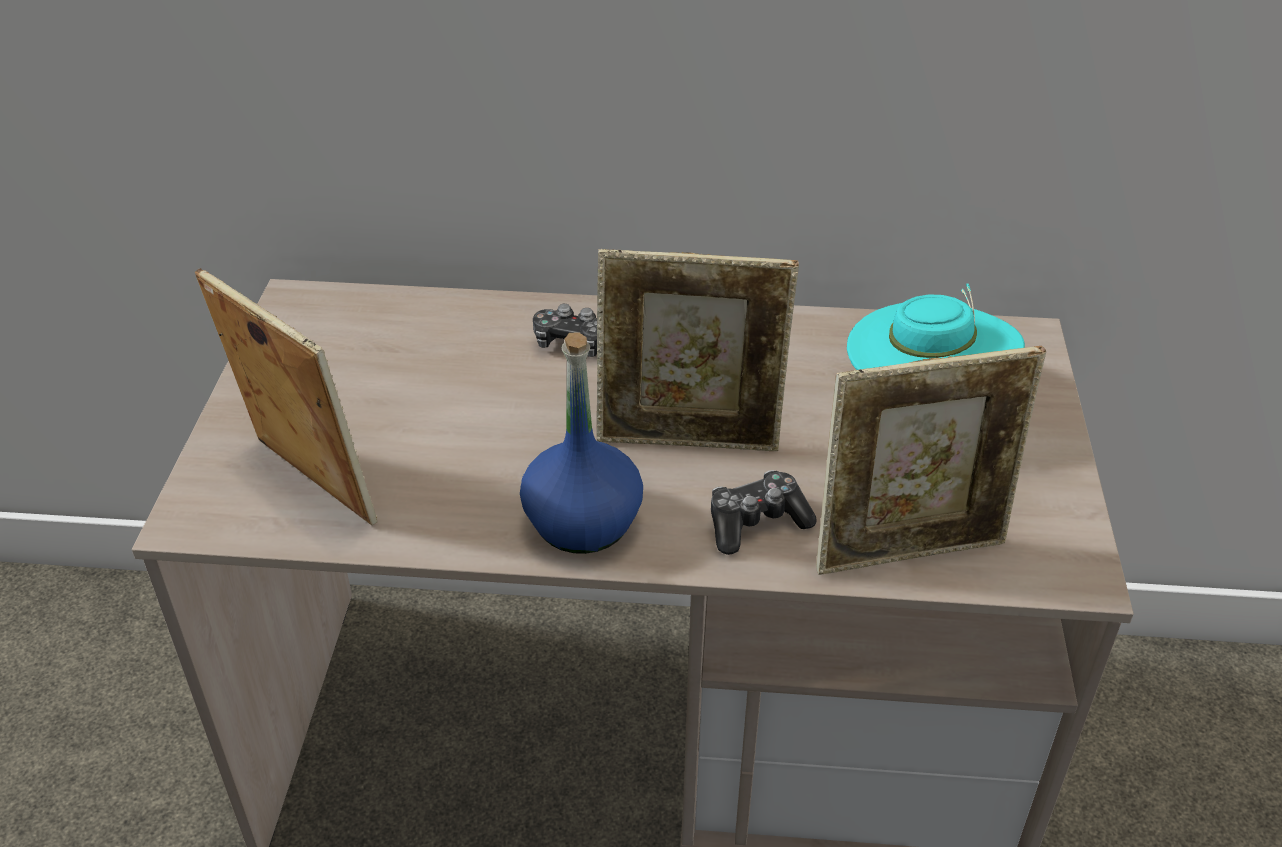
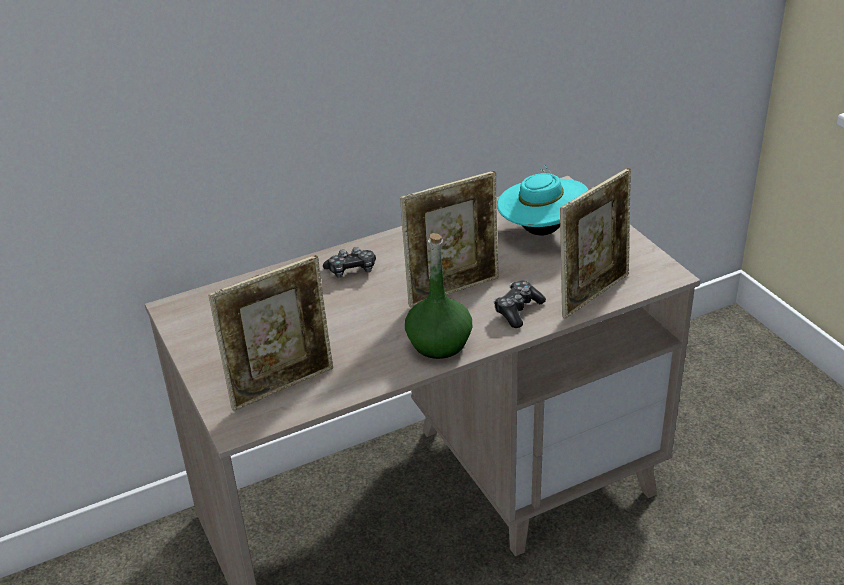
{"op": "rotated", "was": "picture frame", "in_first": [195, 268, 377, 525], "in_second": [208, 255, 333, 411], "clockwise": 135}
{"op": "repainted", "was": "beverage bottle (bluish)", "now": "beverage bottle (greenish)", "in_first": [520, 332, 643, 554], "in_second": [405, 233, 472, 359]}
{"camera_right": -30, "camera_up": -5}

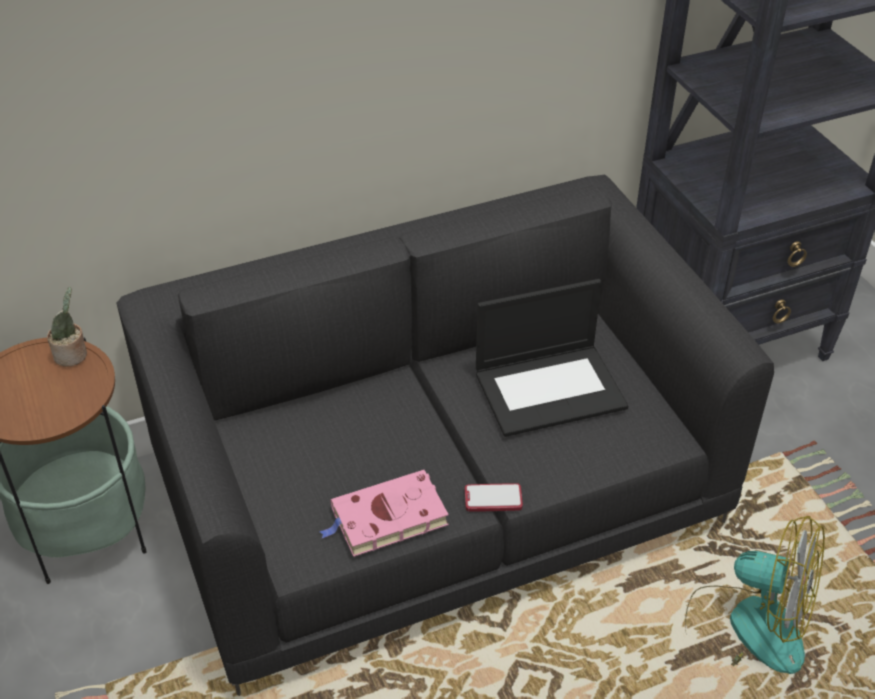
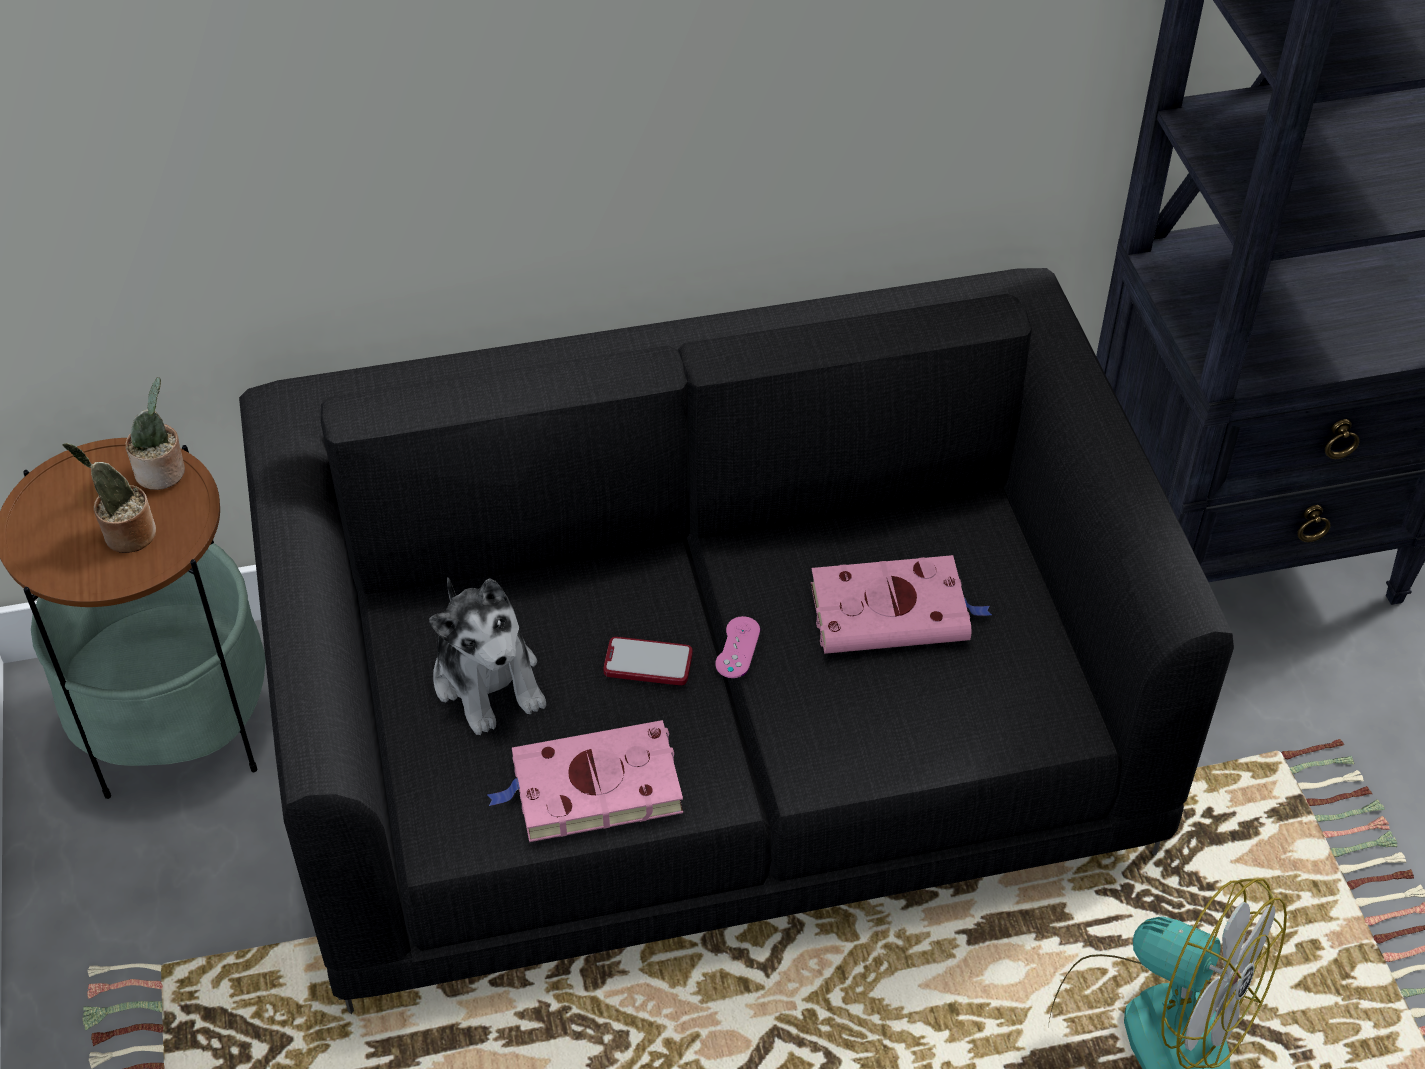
{"op": "swapped", "was": "notebook computer", "now": "book (pink-coloured)", "in_first": [476, 279, 628, 437], "in_second": [811, 555, 992, 654]}
{"op": "shifted", "was": "handset", "in_first": [465, 483, 523, 512], "in_second": [603, 637, 692, 685]}
{"op": "new", "now": "houseplant", "in_second": [62, 443, 156, 553]}
{"op": "new", "now": "soft toy", "in_second": [429, 578, 546, 735]}
{"op": "new", "now": "joypad (pink-coloured)", "in_second": [715, 616, 760, 678]}
{"camera_right": 10, "camera_up": 5}

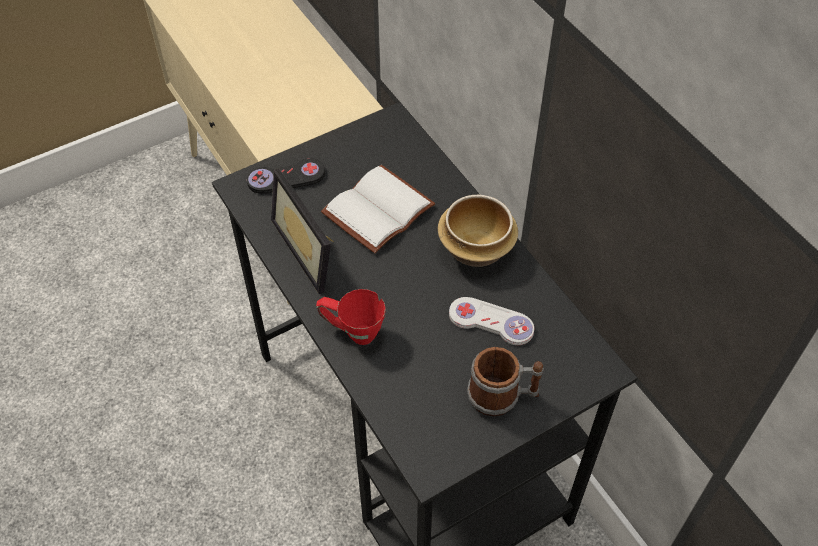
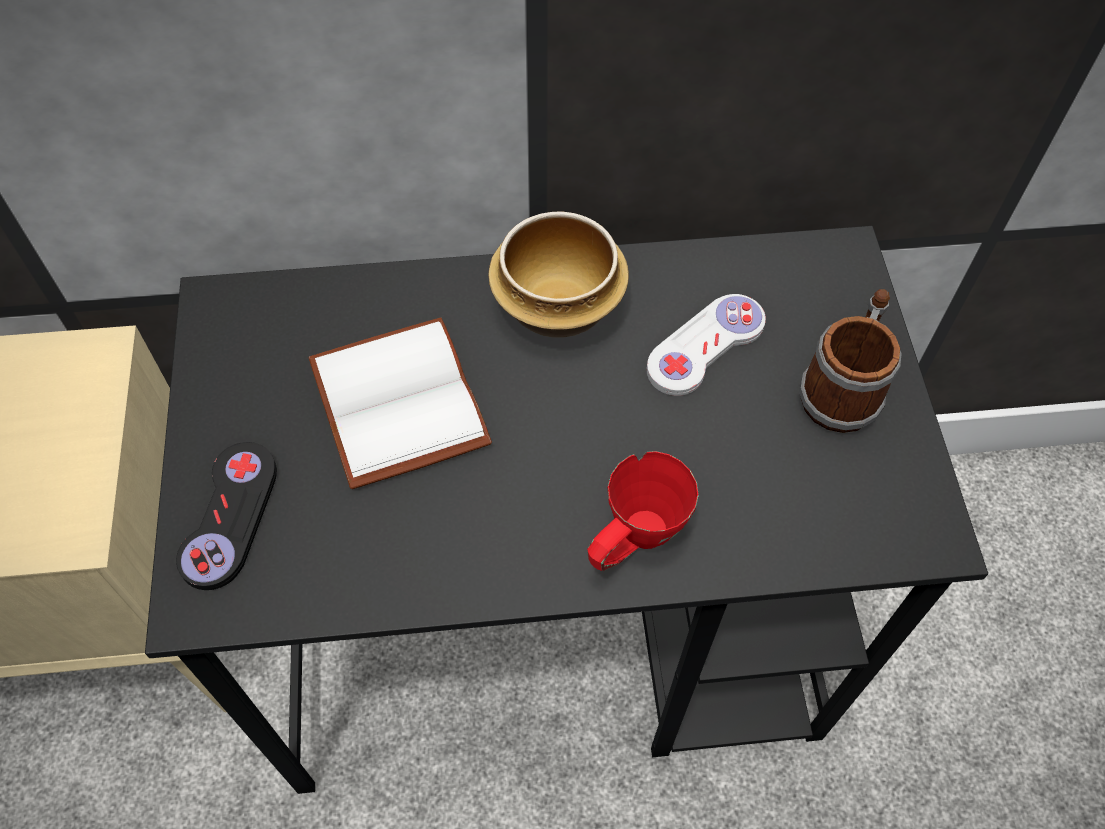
{"op": "gone", "was": "picture frame", "in_first": [271, 168, 334, 294]}
{"camera_right": -65, "camera_up": 5}

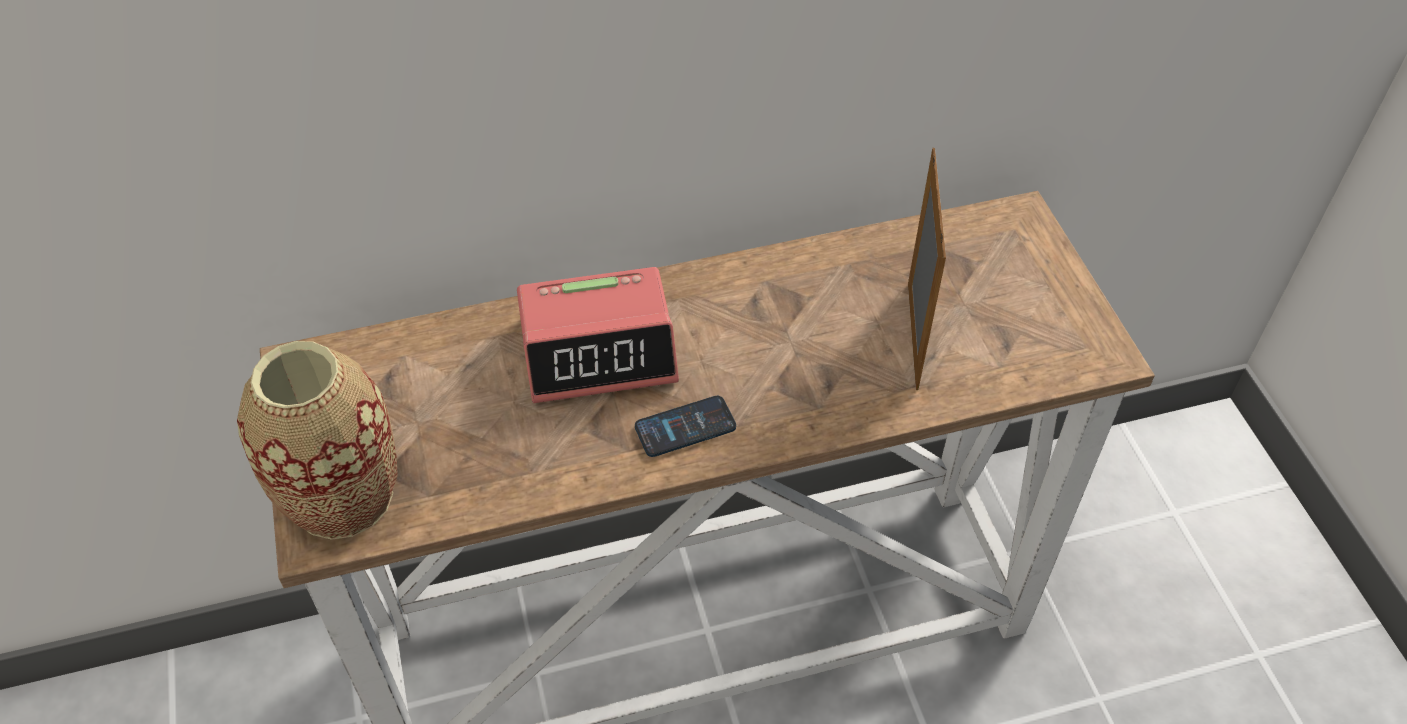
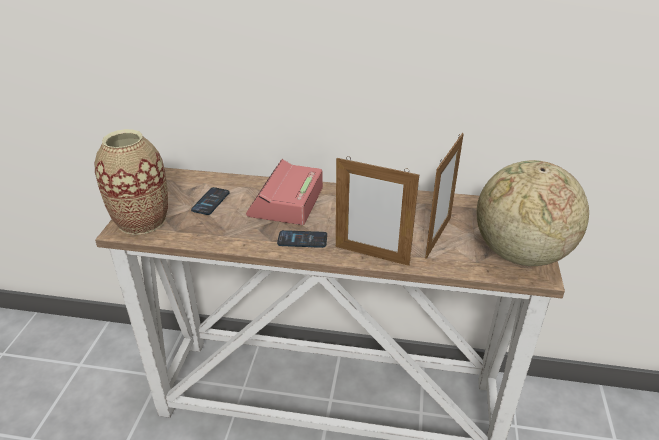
{"op": "rotated", "was": "bedside clock", "in_first": [517, 267, 679, 403], "in_second": [246, 159, 323, 225], "clockwise": 90}
{"op": "new", "now": "picture frame", "in_second": [336, 156, 419, 266]}
{"op": "new", "now": "world globe", "in_second": [477, 160, 589, 266]}
{"op": "new", "now": "handset", "in_second": [191, 187, 230, 215]}
{"camera_right": 25, "camera_up": -15}

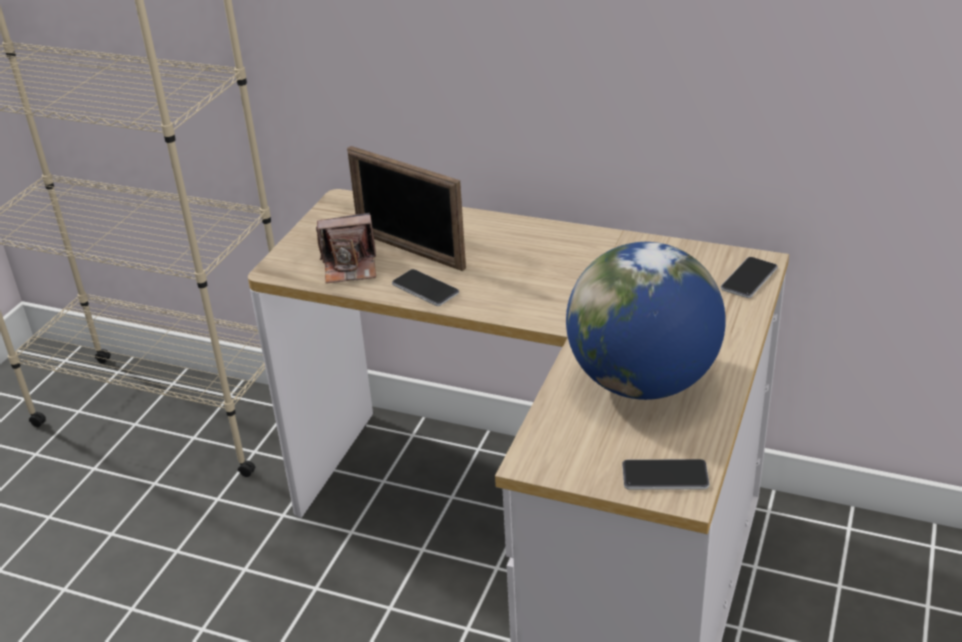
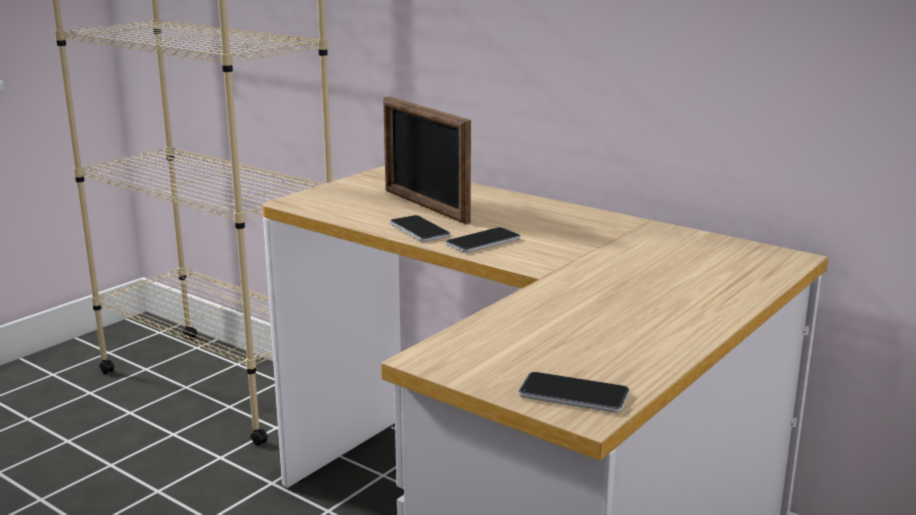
{"op": "gone", "was": "photo camera", "in_first": [316, 213, 376, 284]}
{"op": "gone", "was": "world globe", "in_first": [566, 242, 726, 400]}
{"op": "shifted", "was": "handset", "in_first": [721, 257, 778, 298], "in_second": [446, 227, 521, 253]}
{"camera_right": 15, "camera_up": -15}

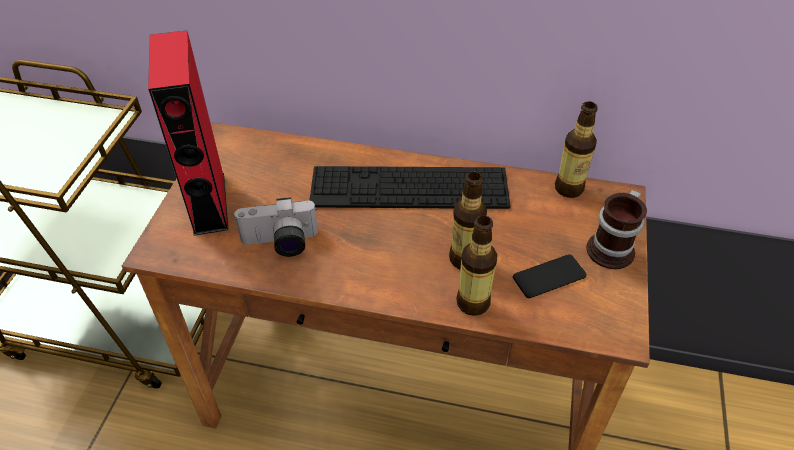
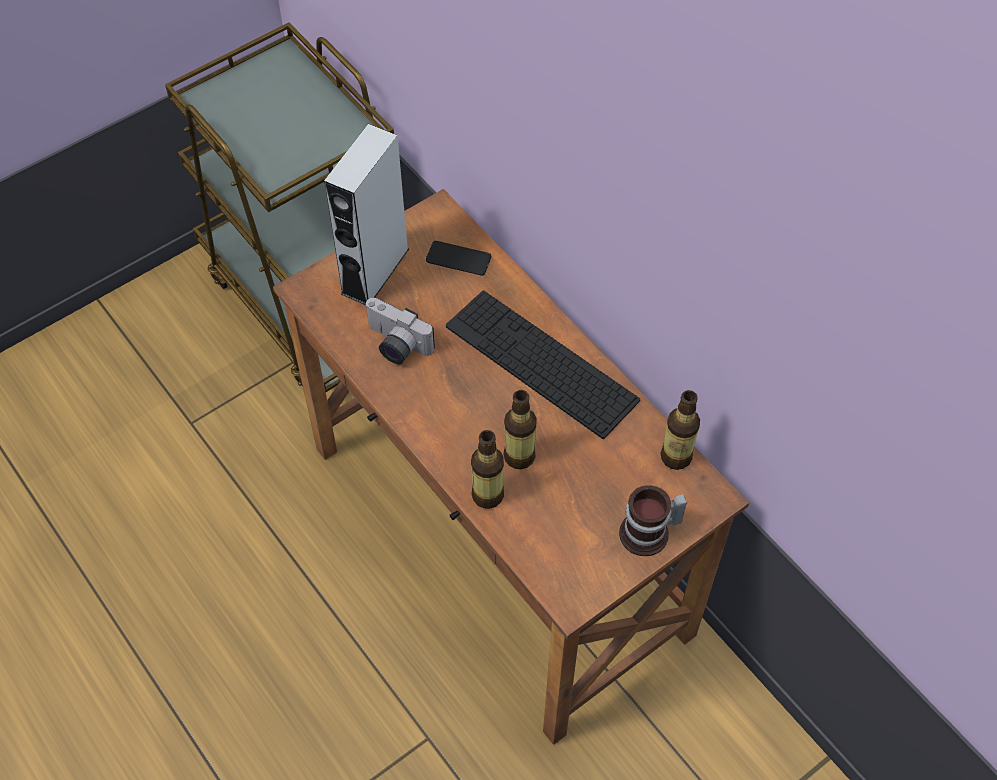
{"op": "repainted", "was": "audio speaker (red)", "now": "audio speaker (greyish)", "in_first": [148, 30, 228, 236], "in_second": [324, 124, 409, 305]}
{"op": "shifted", "was": "handset", "in_first": [513, 254, 587, 298], "in_second": [426, 241, 491, 275]}
{"camera_right": 40, "camera_up": 10}

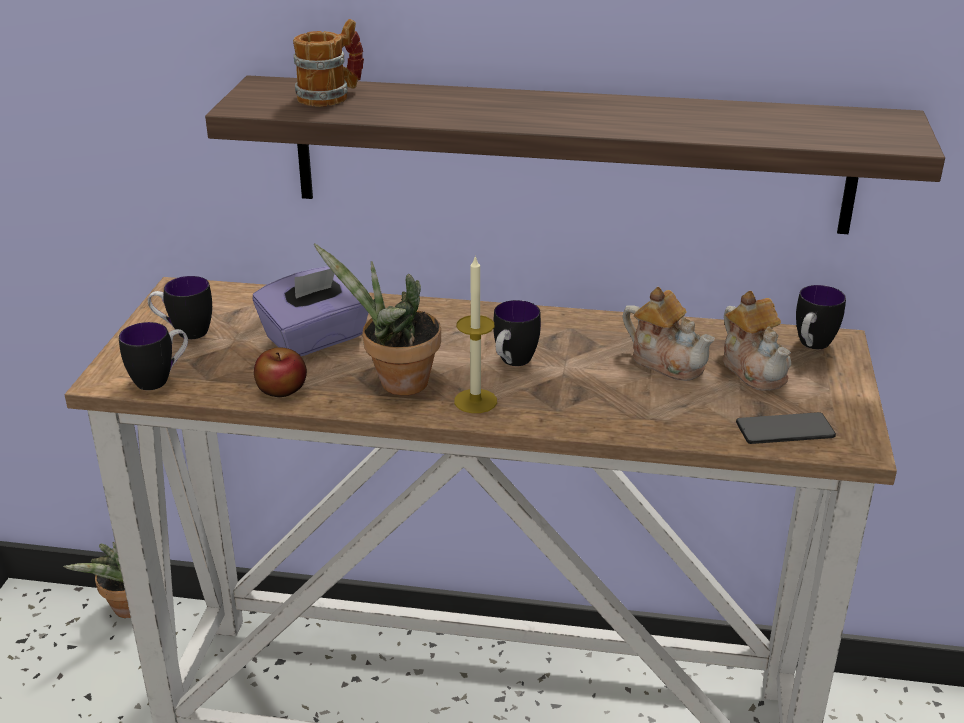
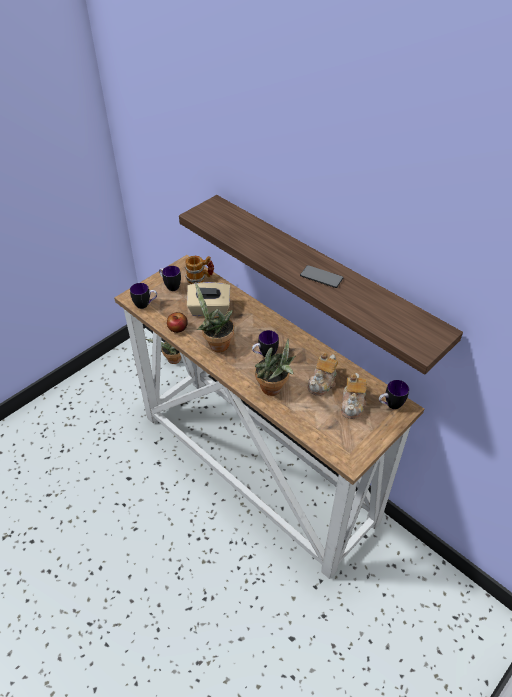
{"op": "shifted", "was": "mug", "in_first": [293, 19, 364, 107], "in_second": [185, 256, 214, 284]}
{"op": "gone", "was": "candle", "in_first": [454, 256, 497, 413]}
{"op": "repainted", "was": "tissue box (purple-coloured)", "now": "tissue box (beige-coloured)", "in_first": [253, 266, 369, 356], "in_second": [187, 282, 230, 316]}
{"op": "rotated", "was": "pot for tea", "in_first": [622, 287, 715, 381], "in_second": [308, 353, 338, 396], "clockwise": 45}
{"op": "shifted", "was": "handset", "in_first": [736, 412, 836, 444], "in_second": [300, 265, 343, 288]}
{"op": "new", "now": "houseplant", "in_second": [255, 339, 295, 396]}
{"camera_right": 35, "camera_up": 15}

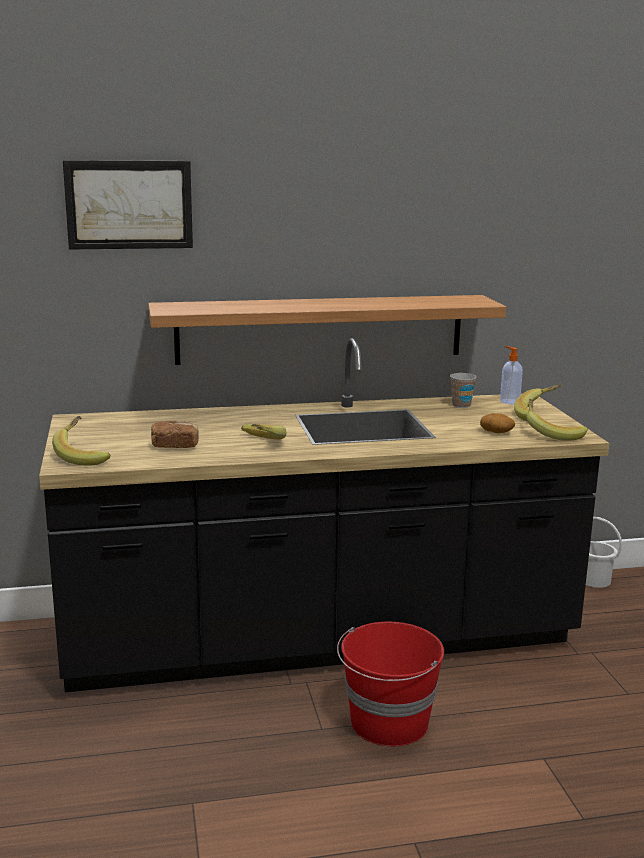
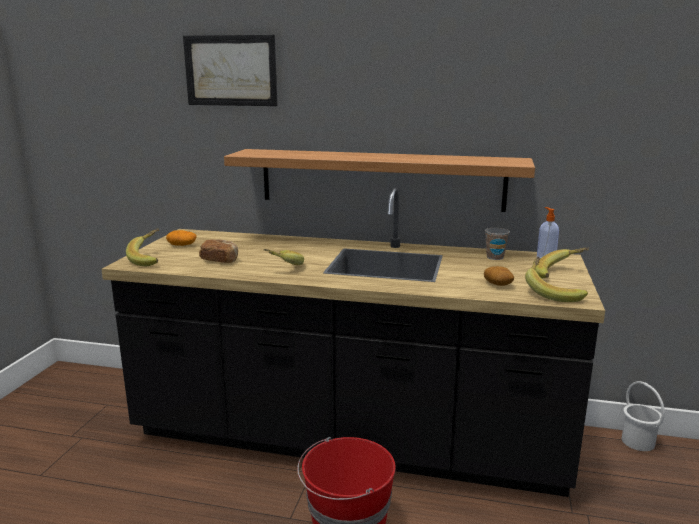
{"op": "new", "now": "whole potato", "in_second": [166, 230, 197, 246]}
{"camera_right": 25, "camera_up": 0}

